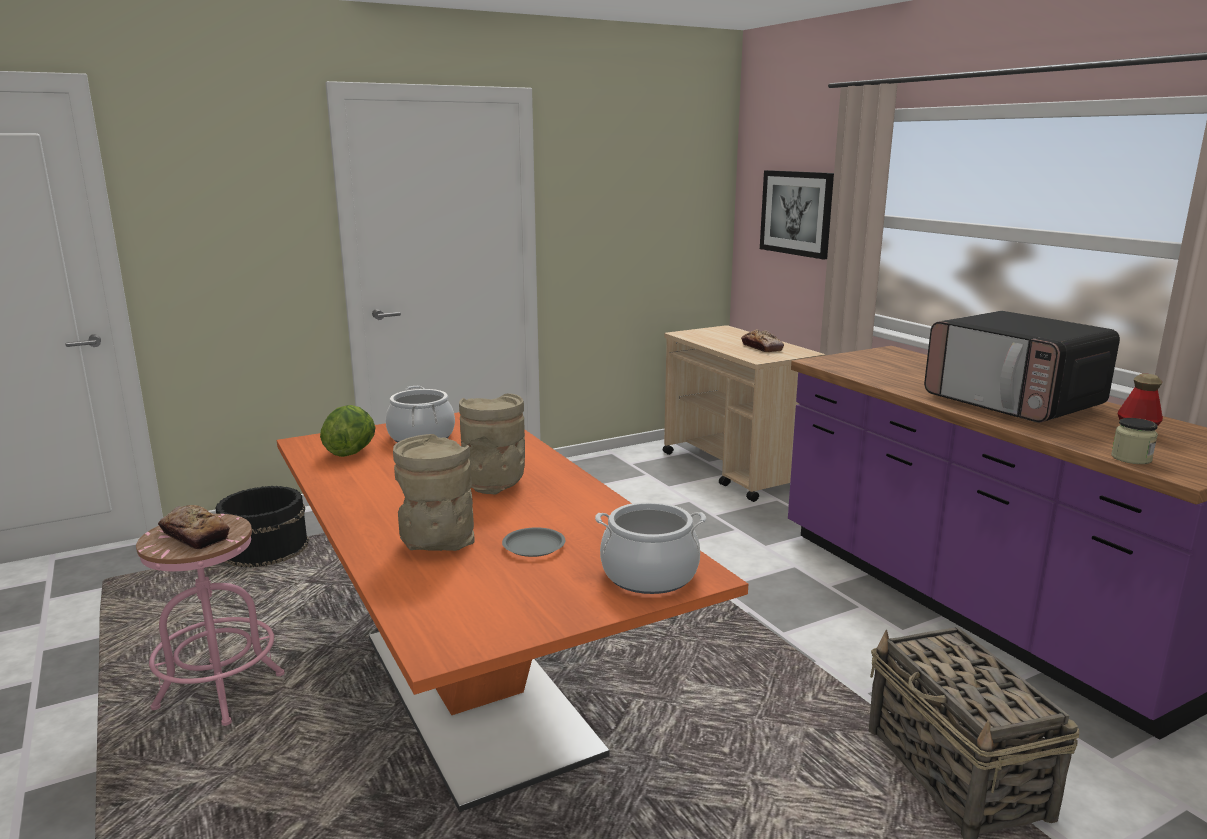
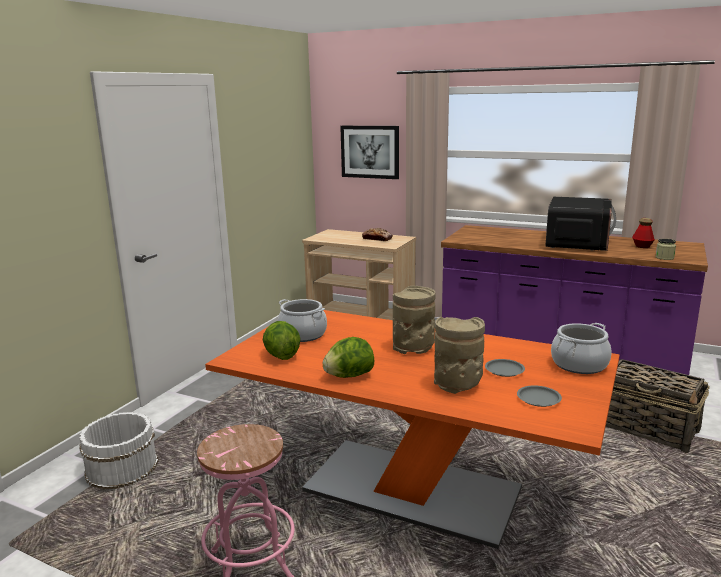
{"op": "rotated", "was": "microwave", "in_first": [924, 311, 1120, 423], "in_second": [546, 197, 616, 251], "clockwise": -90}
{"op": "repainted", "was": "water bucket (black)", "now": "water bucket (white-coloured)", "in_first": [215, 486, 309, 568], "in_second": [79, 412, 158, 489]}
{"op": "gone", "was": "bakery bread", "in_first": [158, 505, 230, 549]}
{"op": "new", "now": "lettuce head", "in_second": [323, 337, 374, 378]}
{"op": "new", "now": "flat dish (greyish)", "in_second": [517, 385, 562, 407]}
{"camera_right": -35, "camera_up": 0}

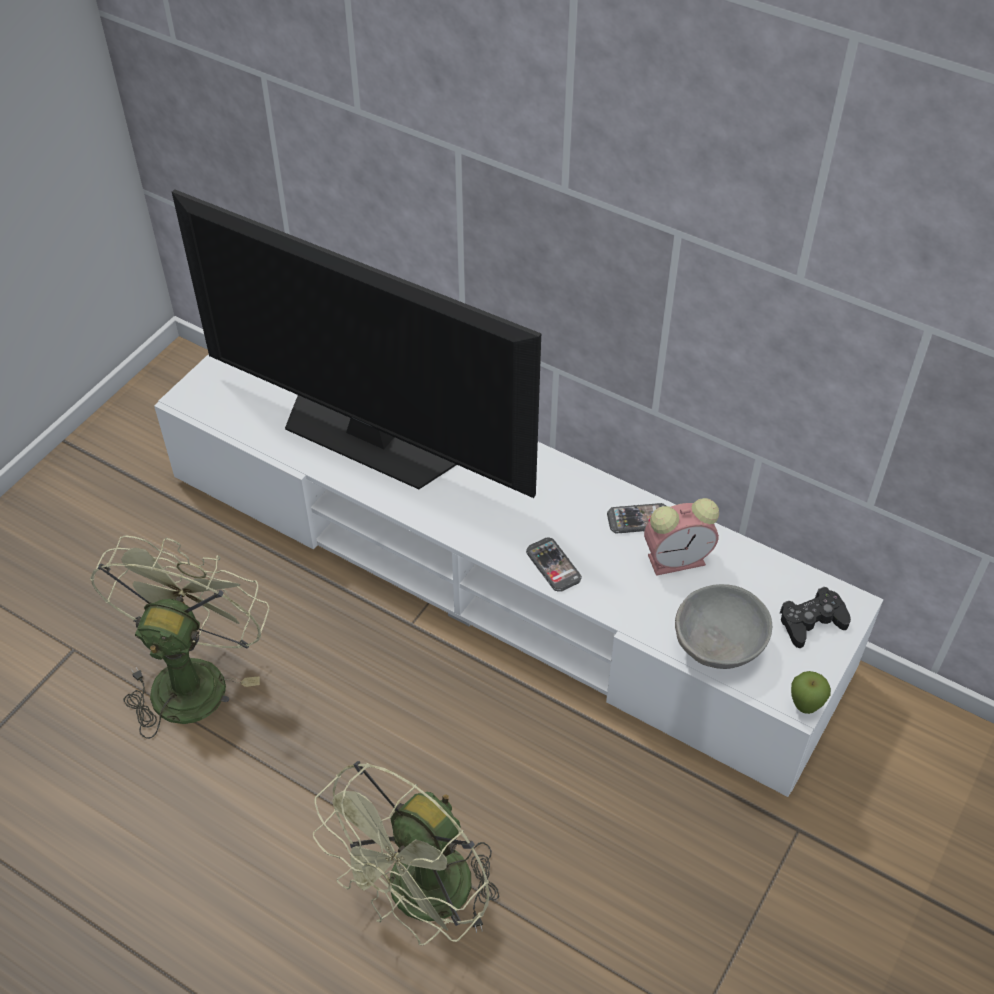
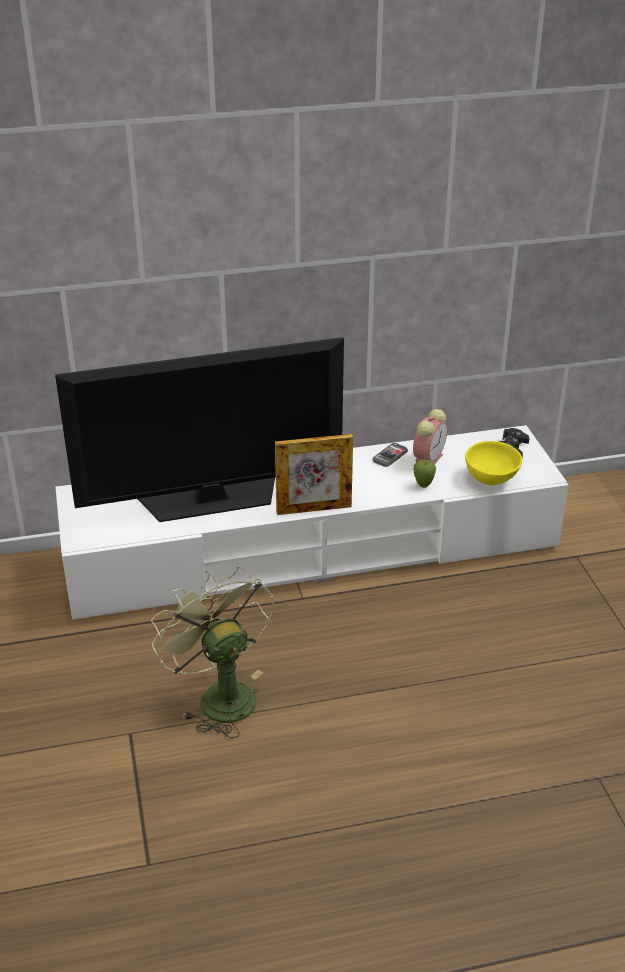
{"op": "gone", "was": "handset", "in_first": [526, 537, 582, 592]}
{"op": "repainted", "was": "bowl (greyish)", "now": "bowl (yellow-coloured)", "in_first": [675, 584, 772, 669], "in_second": [465, 441, 522, 485]}
{"op": "shifted", "was": "apple", "in_first": [791, 671, 831, 714], "in_second": [413, 460, 436, 488]}
{"op": "gone", "was": "electric fan (greenish)", "in_first": [313, 761, 499, 945]}
{"op": "new", "now": "picture frame", "in_second": [275, 434, 353, 515]}
{"camera_right": -45, "camera_up": -15}

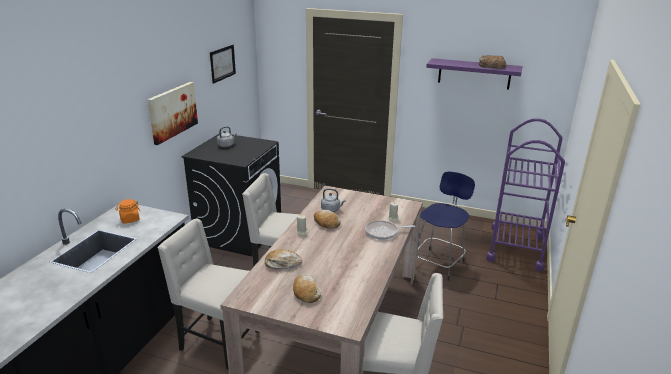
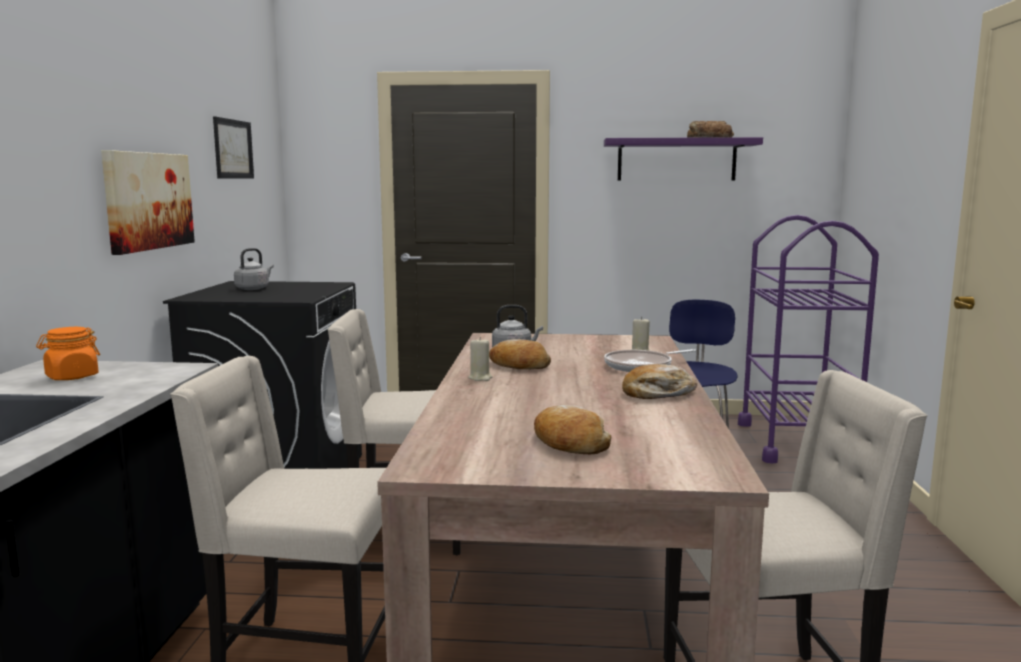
{"op": "shifted", "was": "bakery bread", "in_first": [265, 249, 302, 269], "in_second": [622, 364, 697, 399]}
{"camera_right": -15, "camera_up": -15}

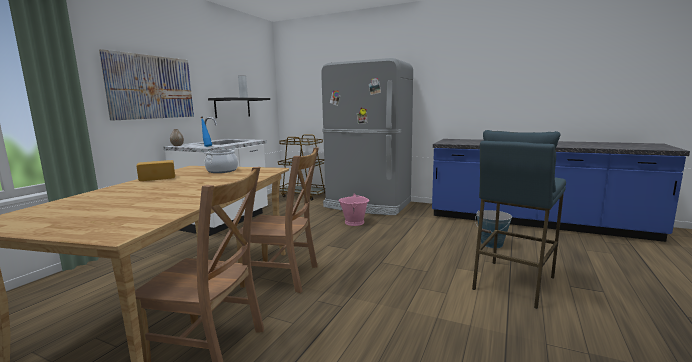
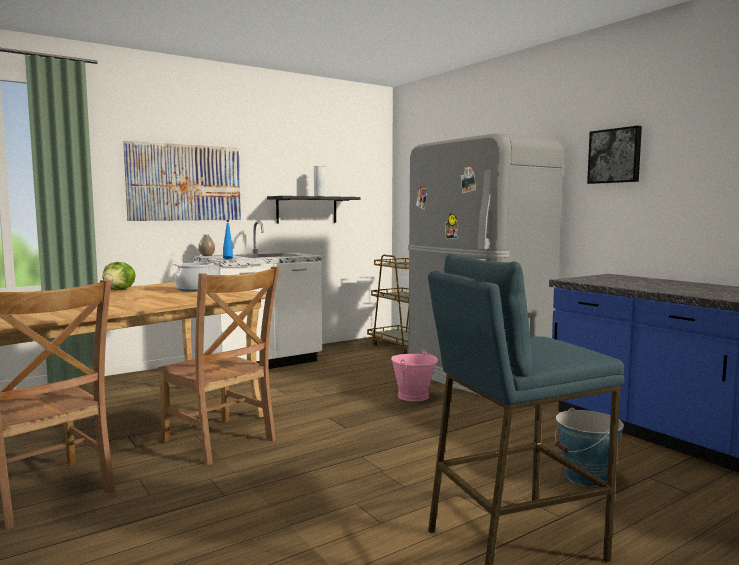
{"op": "swapped", "was": "bakery bread", "now": "lettuce head", "in_first": [136, 160, 175, 181], "in_second": [103, 262, 135, 290]}
{"op": "new", "now": "wall art", "in_second": [587, 126, 642, 184]}
{"camera_right": 30, "camera_up": -5}

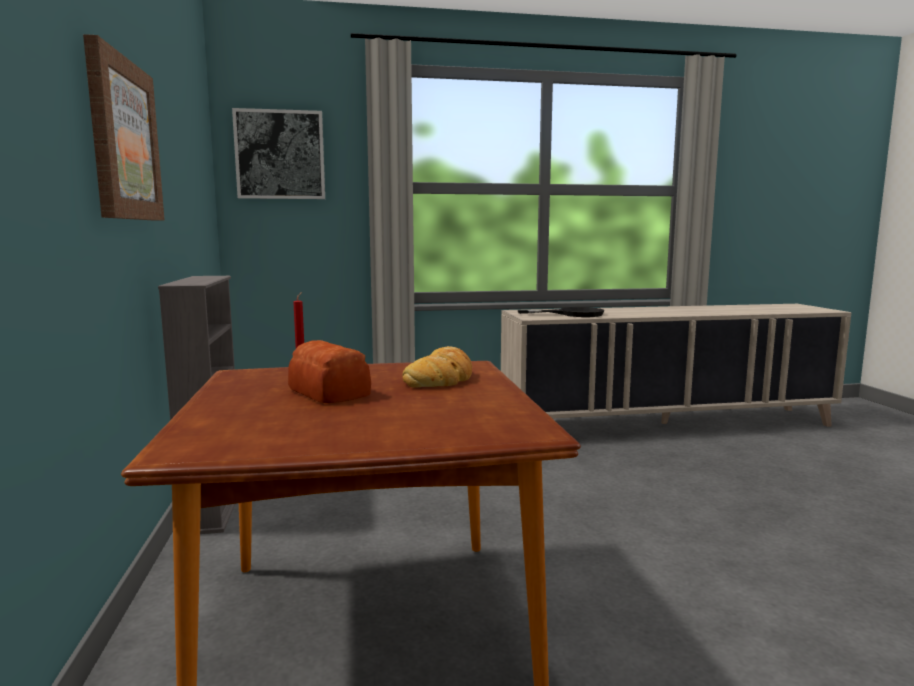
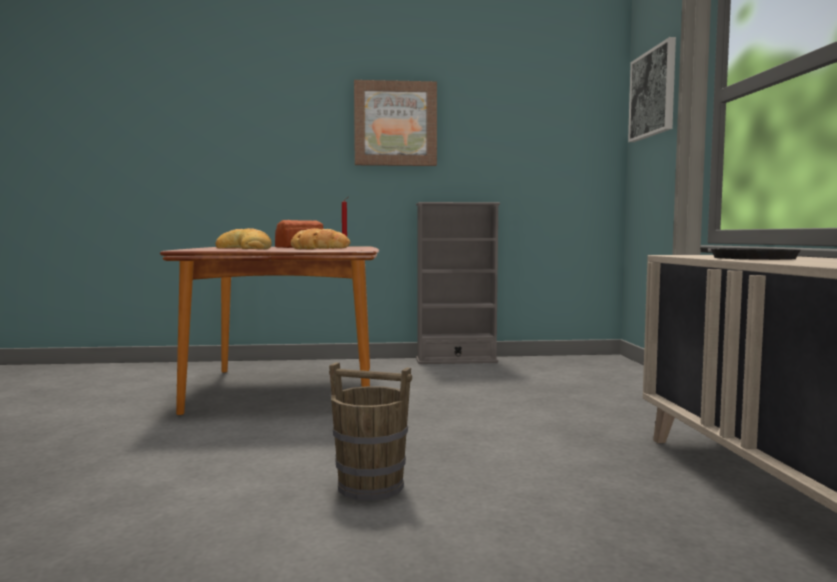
{"op": "new", "now": "bakery bread", "in_second": [215, 228, 272, 249]}
{"op": "new", "now": "water bucket (brown)", "in_second": [329, 362, 412, 501]}
{"camera_right": 95, "camera_up": -5}

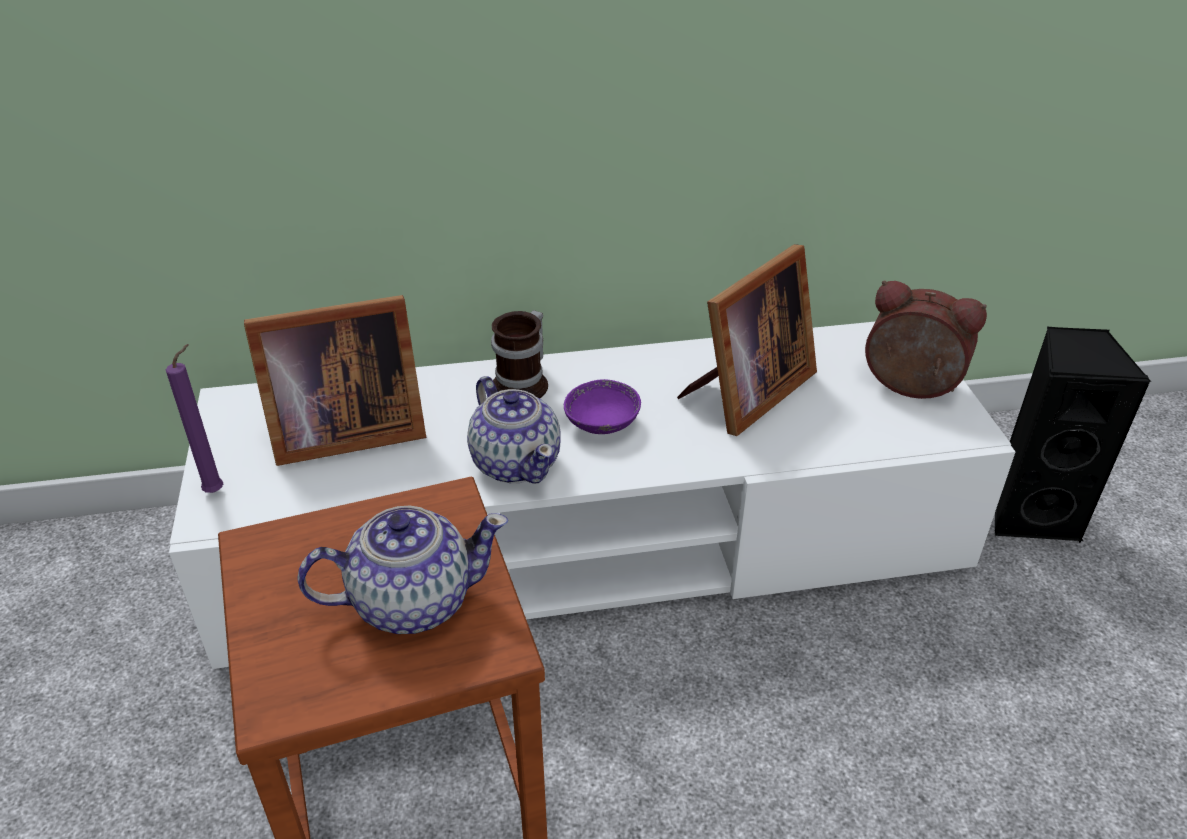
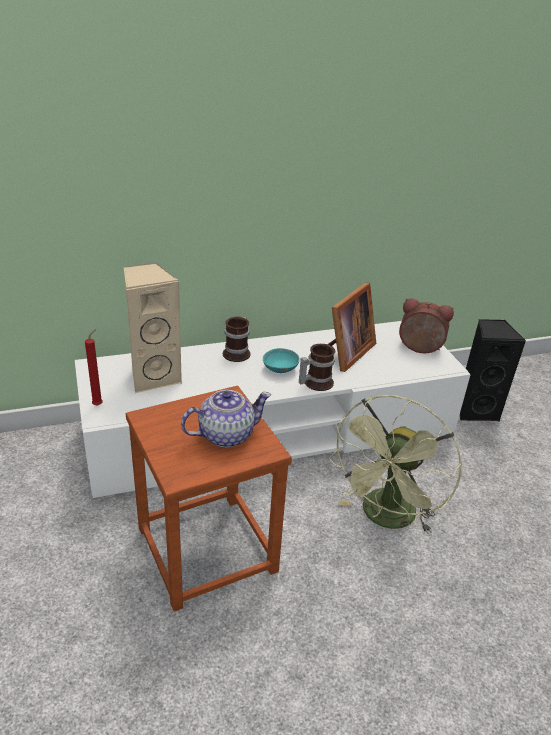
{"op": "swapped", "was": "picture frame", "now": "audio speaker (beige-coloured)", "in_first": [244, 295, 426, 466], "in_second": [124, 262, 183, 393]}
{"op": "repainted", "was": "candle (purple-coloured)", "now": "candle (red)", "in_first": [166, 344, 223, 493], "in_second": [85, 329, 103, 406]}
{"op": "gone", "was": "pot for tea", "in_first": [467, 376, 560, 484]}
{"op": "repainted", "was": "bowl (purple-coloured)", "now": "bowl (turquoise)", "in_first": [564, 379, 641, 434], "in_second": [263, 348, 300, 373]}
{"op": "new", "now": "mug", "in_second": [299, 344, 335, 391]}
{"op": "new", "now": "electric fan (greenish)", "in_second": [329, 395, 462, 534]}
{"camera_right": -10, "camera_up": -5}

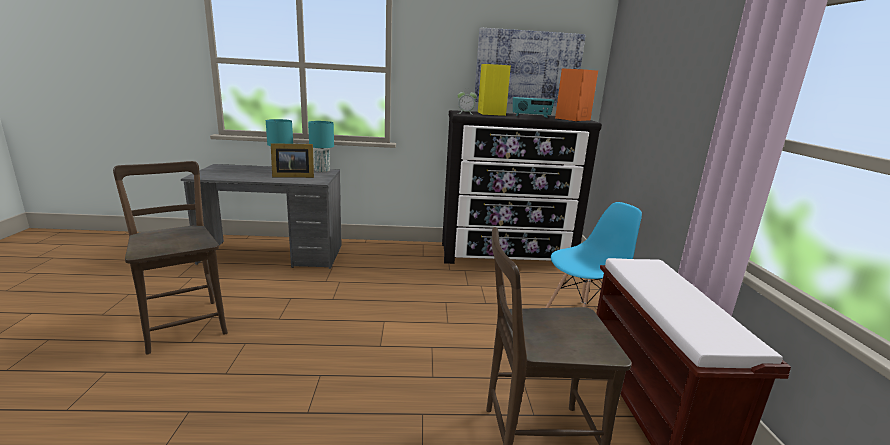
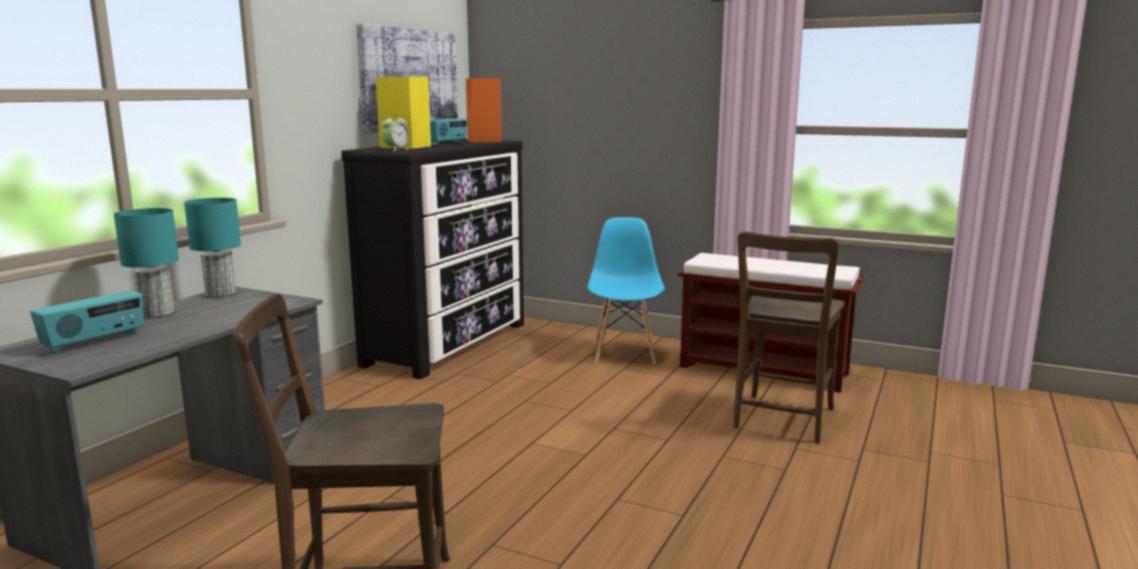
{"op": "gone", "was": "picture frame", "in_first": [271, 143, 314, 178]}
{"op": "new", "now": "radio set", "in_second": [30, 290, 144, 353]}
{"camera_right": -60, "camera_up": -5}

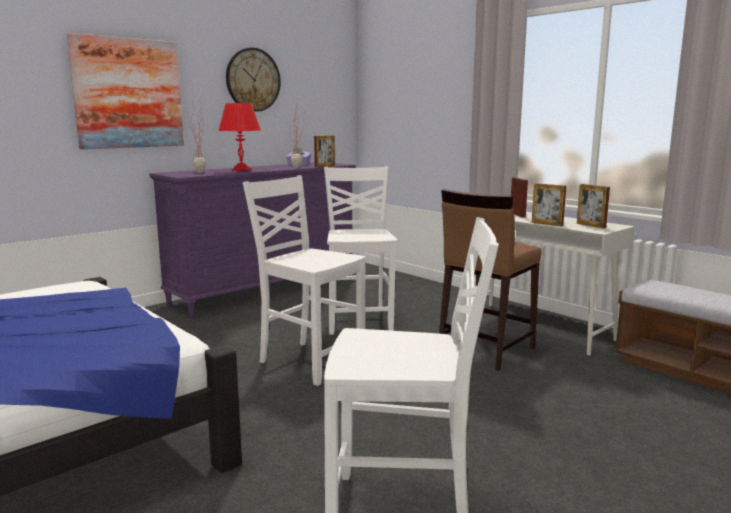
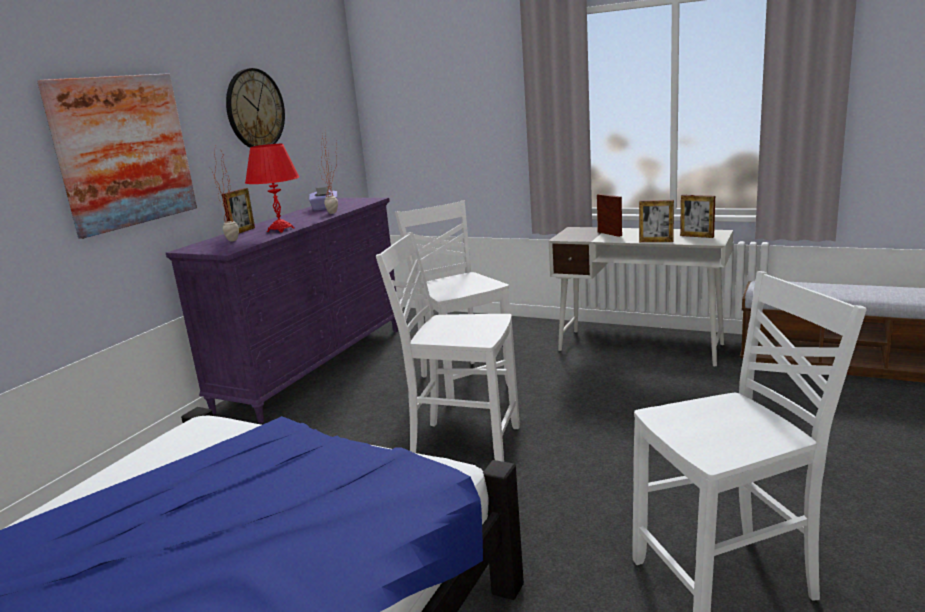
{"op": "shifted", "was": "picture frame", "in_first": [314, 136, 335, 167], "in_second": [222, 188, 255, 233]}
{"op": "gone", "was": "stool (brown)", "in_first": [439, 189, 542, 371]}
{"camera_right": -20, "camera_up": 5}

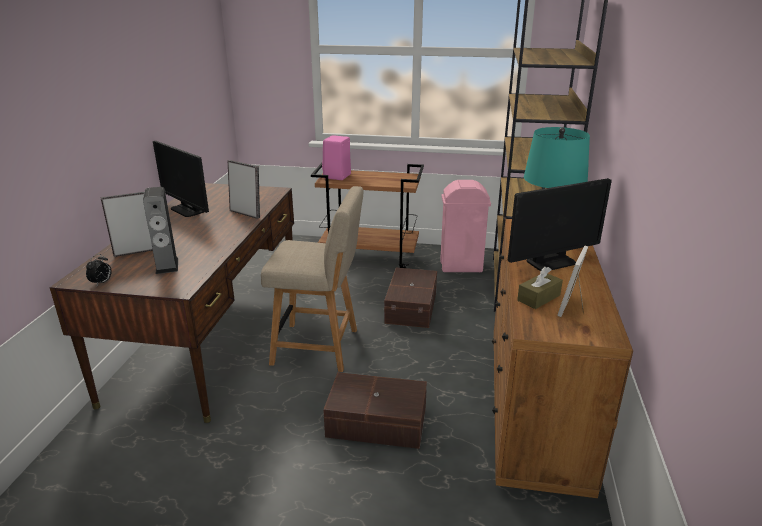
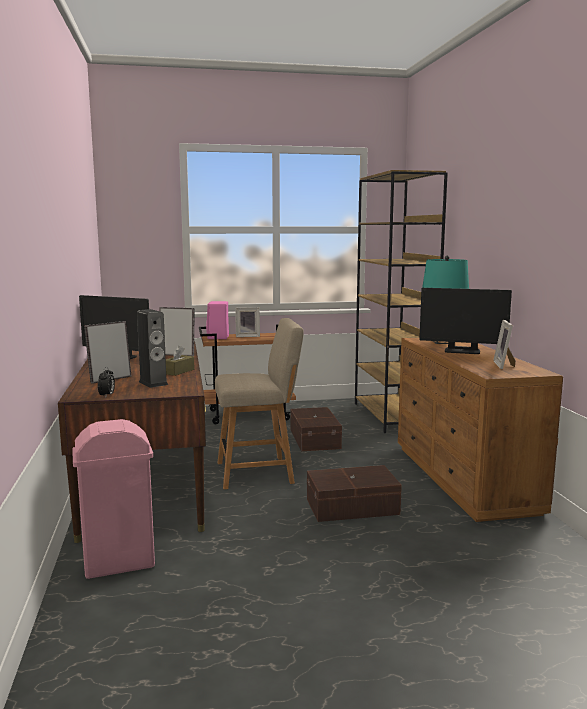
{"op": "rotated", "was": "computer screen", "in_first": [508, 178, 612, 271], "in_second": [419, 288, 512, 354], "clockwise": 60}
{"op": "shifted", "was": "trash can (pink-coloured)", "in_first": [440, 180, 491, 272], "in_second": [72, 419, 155, 579]}
{"op": "shifted", "was": "tissue box (brown)", "in_first": [517, 267, 563, 309], "in_second": [166, 346, 195, 376]}
{"op": "new", "now": "picture frame", "in_second": [235, 307, 260, 337]}
{"camera_right": -20, "camera_up": -15}

